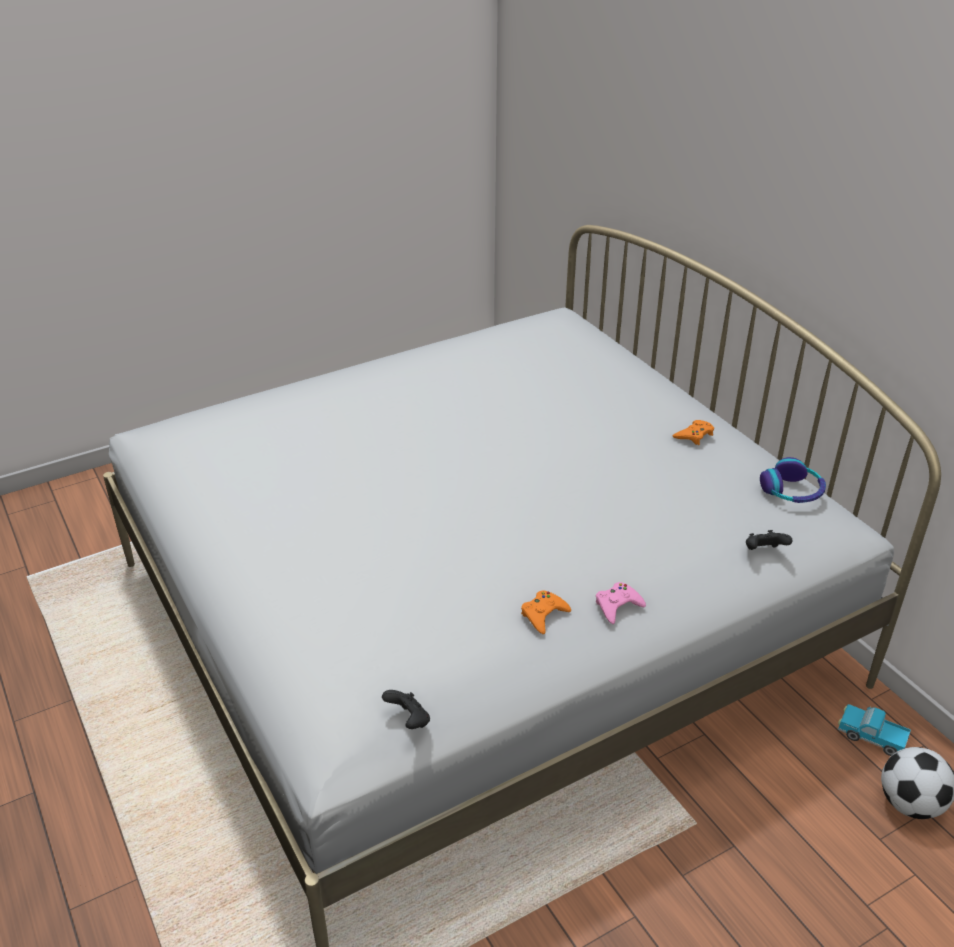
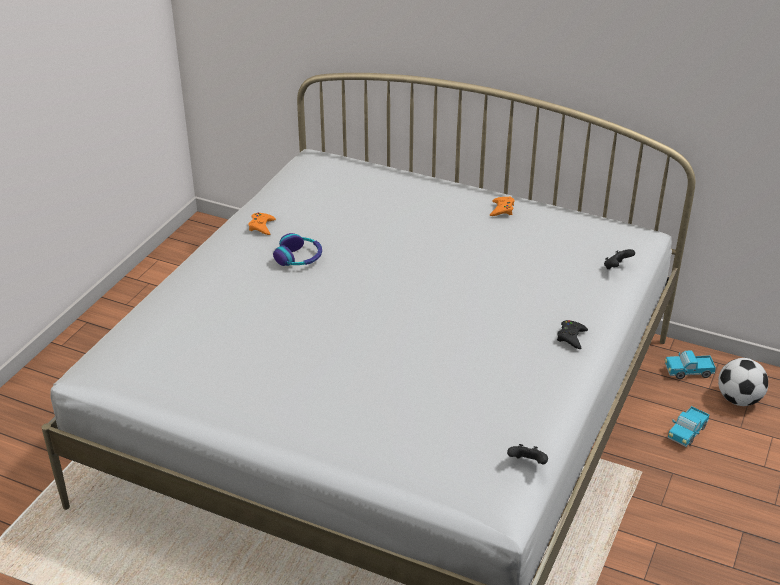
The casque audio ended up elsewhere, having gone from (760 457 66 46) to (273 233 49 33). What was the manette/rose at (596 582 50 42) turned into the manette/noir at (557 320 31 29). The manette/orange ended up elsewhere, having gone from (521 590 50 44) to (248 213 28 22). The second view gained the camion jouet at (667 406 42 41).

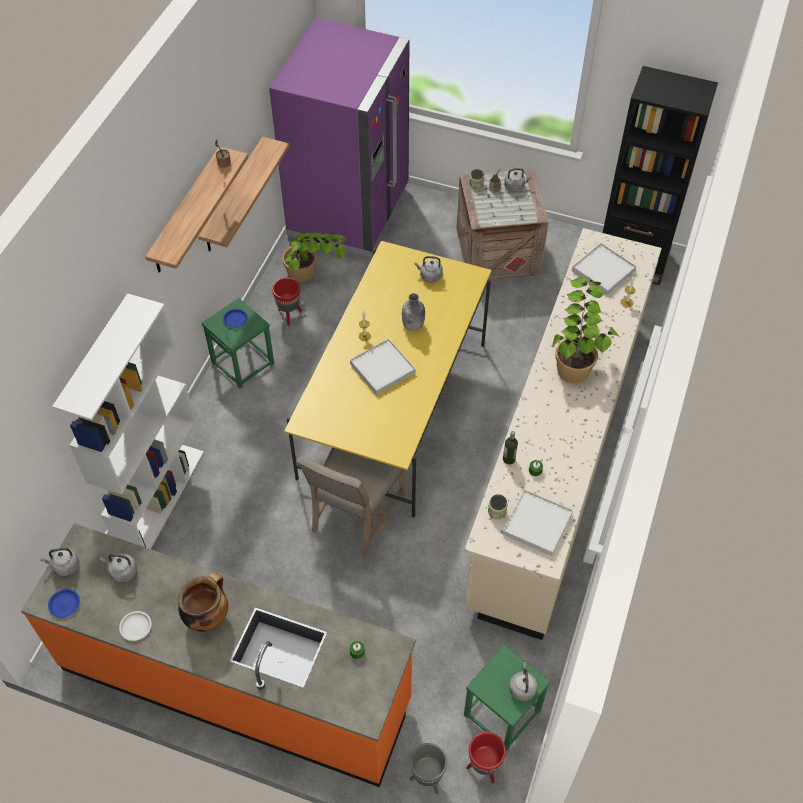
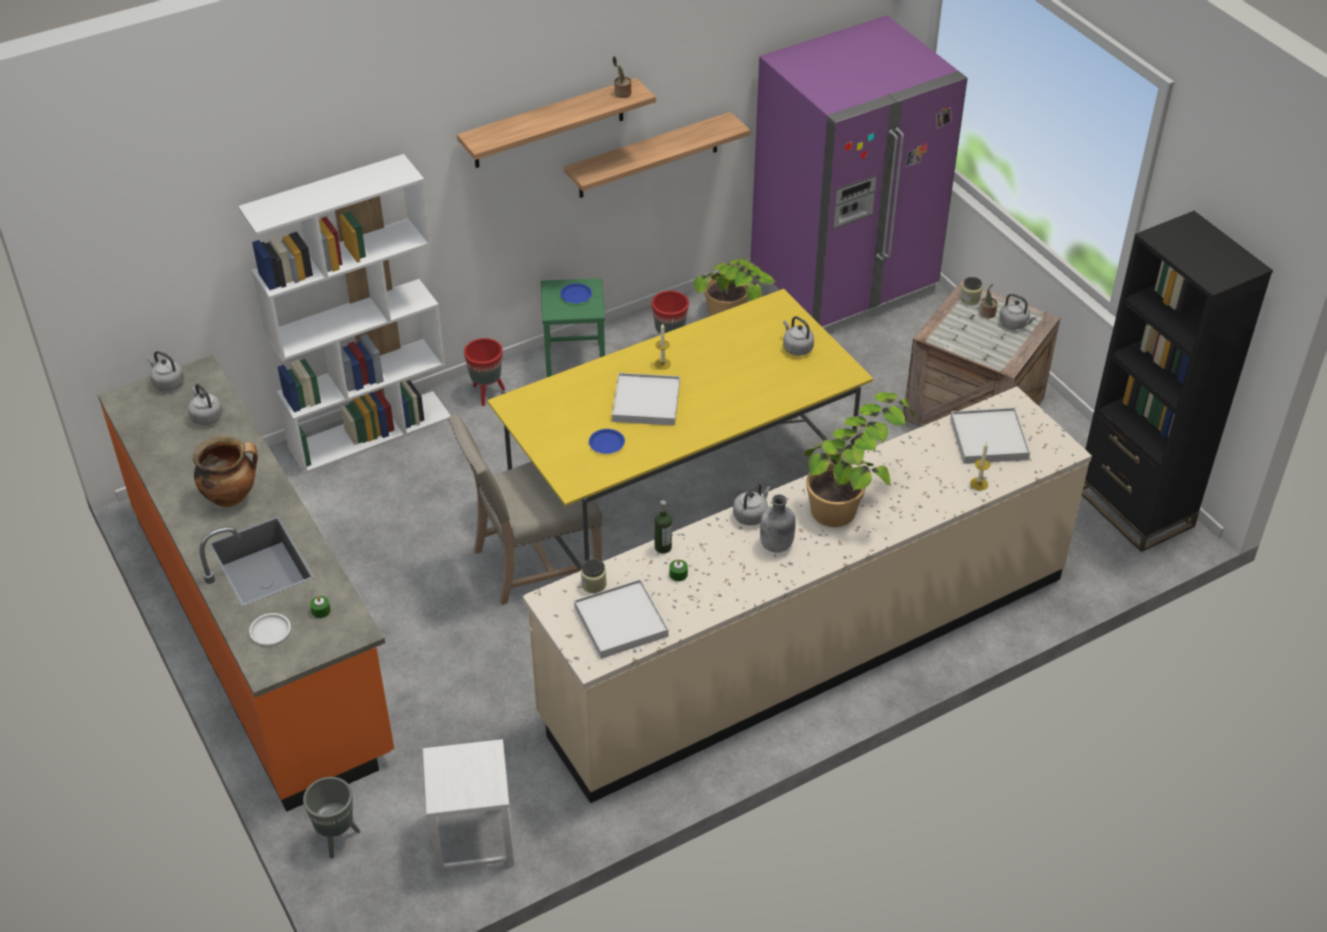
The bouteille/gris ended up elsewhere, having gone from (402 293 23 38) to (760 494 36 58). The assiette/bleu ended up elsewhere, having gone from (48 589 32 29) to (589 429 36 25). The assiette/blanc ended up elsewhere, having gone from (119 611 32 30) to (249 613 42 32). What was the tabouret/vert at (464 645 87 107) turned into the tabouret/blanc at (423 739 91 135). The bouilloire/gris ended up elsewhere, having gone from (509 662 28 39) to (733 483 38 43). The cache-pot/rouge ended up elsewhere, having gone from (466 732 40 51) to (464 338 41 68).

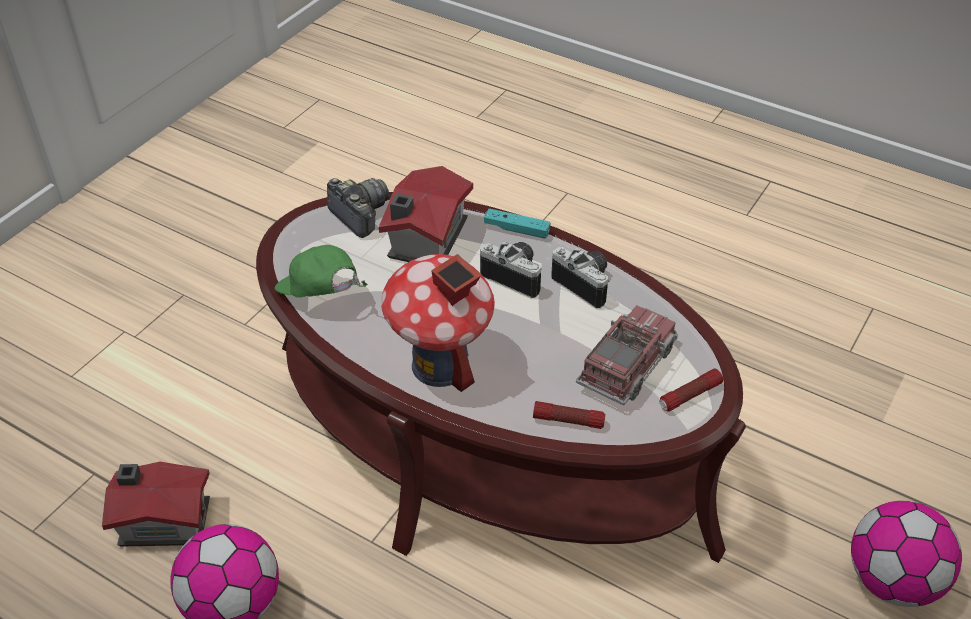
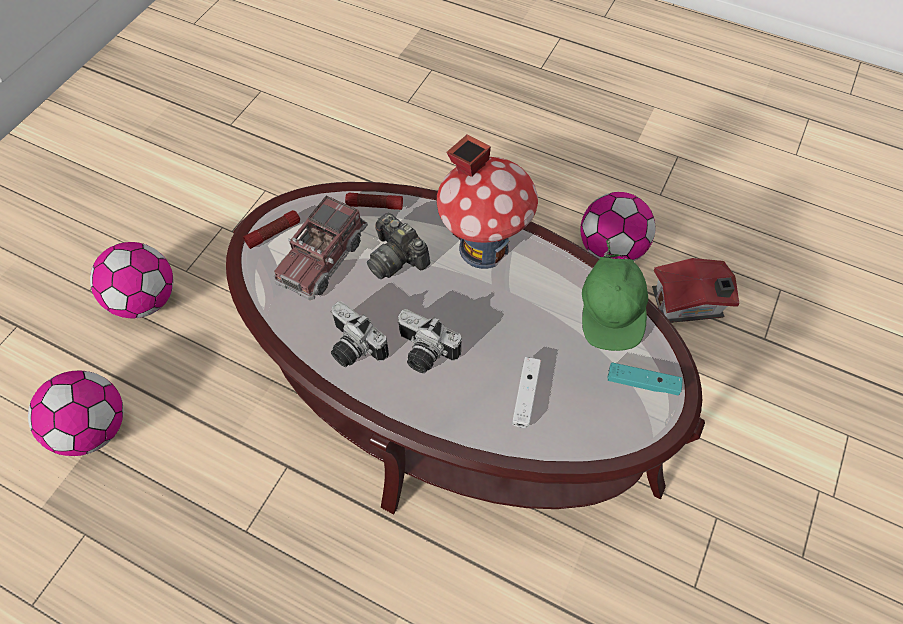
Where the maison miniature stood at (379 166 94 96), the manette/blanc came to stand at (512 357 29 71). The appareil photo ended up elsewhere, having gone from (327 178 62 60) to (367 213 63 66). The manette/turquoise ended up elsewhere, having gone from (484 208 66 31) to (608 362 75 34). The casquette/vert at (275 245 93 53) ended up facing another way, 60 degrees clockwise from before. The second view gained the ballon de foot at (28 371 95 85).

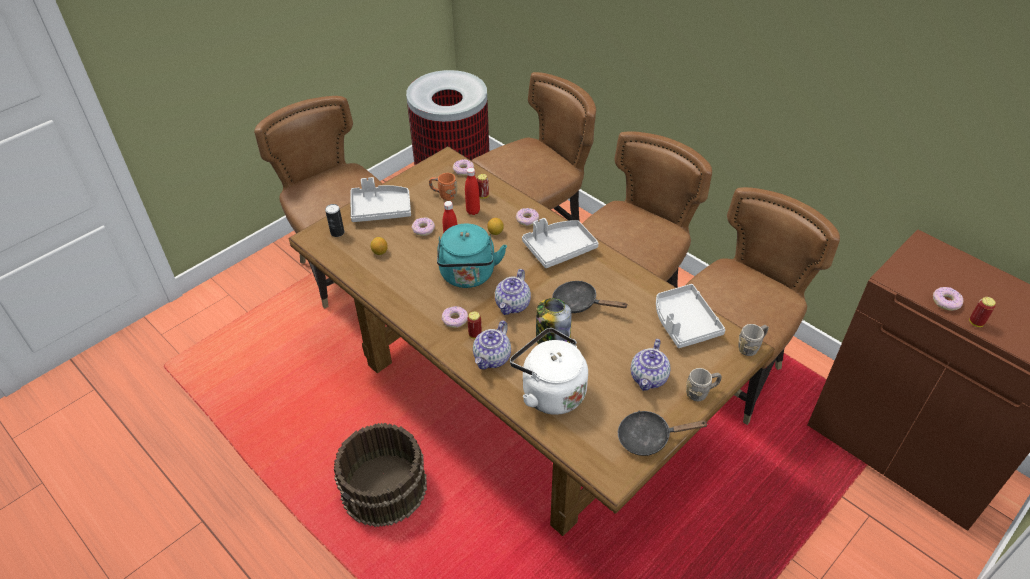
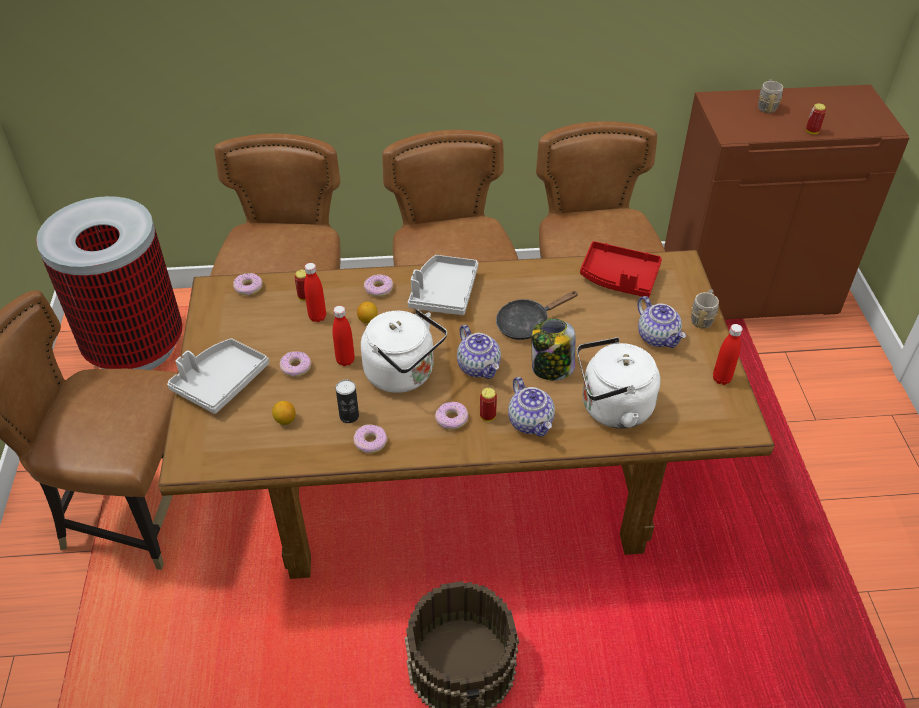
The second view lost the mug/orange at (429 173 28 27). The boîte métallique ended up elsewhere, having gone from (325 204 19 33) to (336 380 23 43). What was the bouilloire/turquoise at (437 224 70 64) turned into the bouilloire/blanc at (361 309 86 84). What was the plateau/gris at (656 284 69 64) turned into the plateau/rouge at (580 241 82 57). The beignet ended up elsewhere, having gone from (933 287 30 24) to (353 424 34 29). The mug/gris ended up elsewhere, having gone from (739 324 30 32) to (758 79 25 34). Where the poêle/noir stood at (618 411 91 45), the bouteille/rouge came to stand at (713 324 30 61).

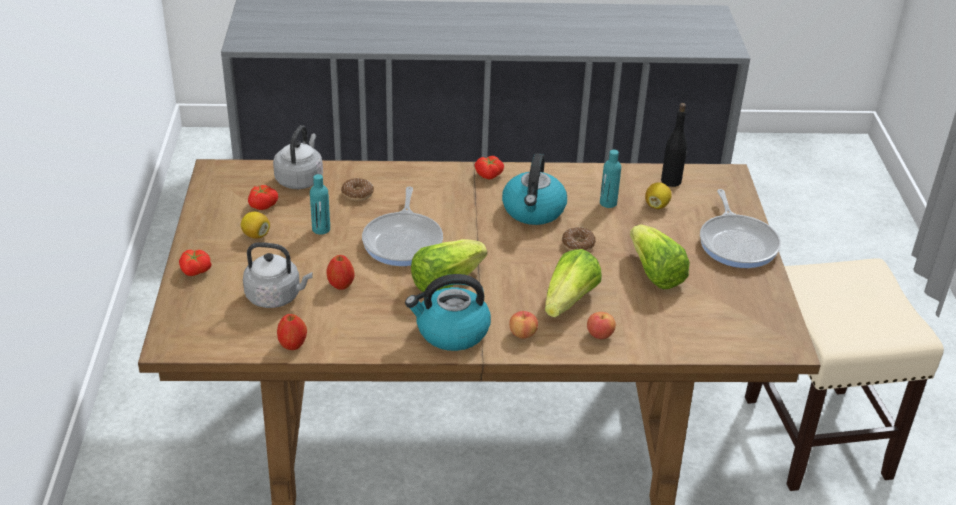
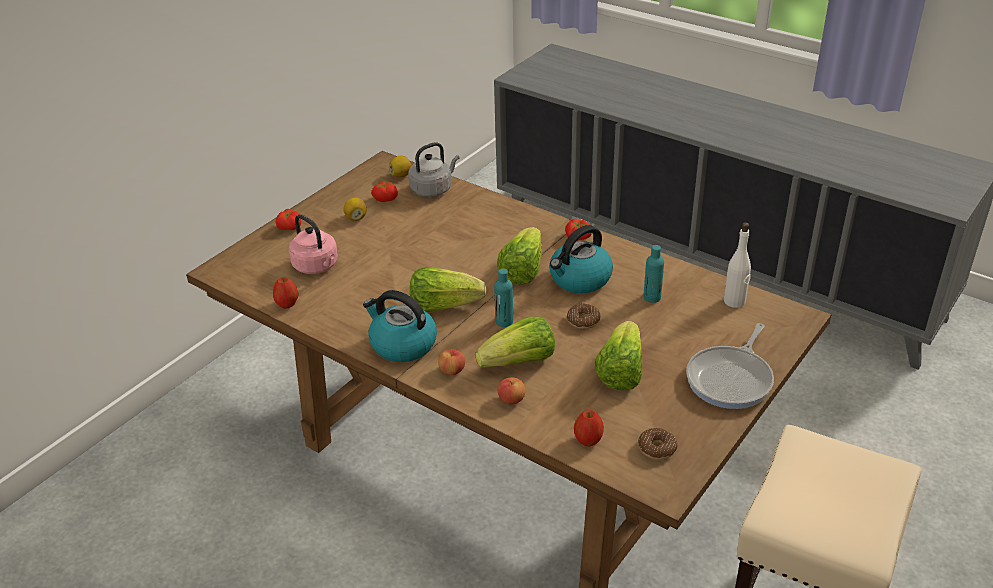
What was the bouteille/noir at (661 103 26 84) turned into the bouteille/blanc at (724 222 27 86). The bouteille/turquoise ended up elsewhere, having gone from (310 174 20 61) to (494 269 19 58). The beignet ended up elsewhere, having gone from (341 178 33 23) to (638 428 39 32). The citron ended up elsewhere, having gone from (645 182 27 27) to (389 156 22 22). The second view lost the poêle at (362 186 81 80). What was the bouilloire/gris at (243 242 70 66) turned into the bouilloire/rose at (289 214 49 60). The pomme ended up elsewhere, having gone from (326 255 28 35) to (574 410 30 36). The second view gained the laitue at (497 227 45 58).

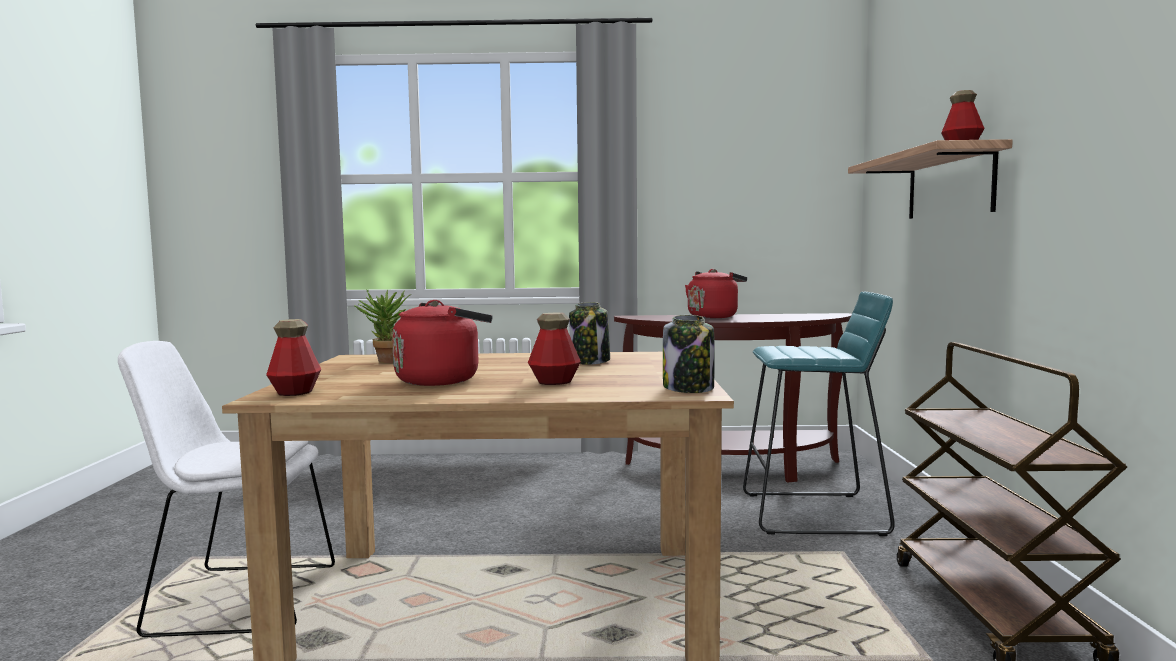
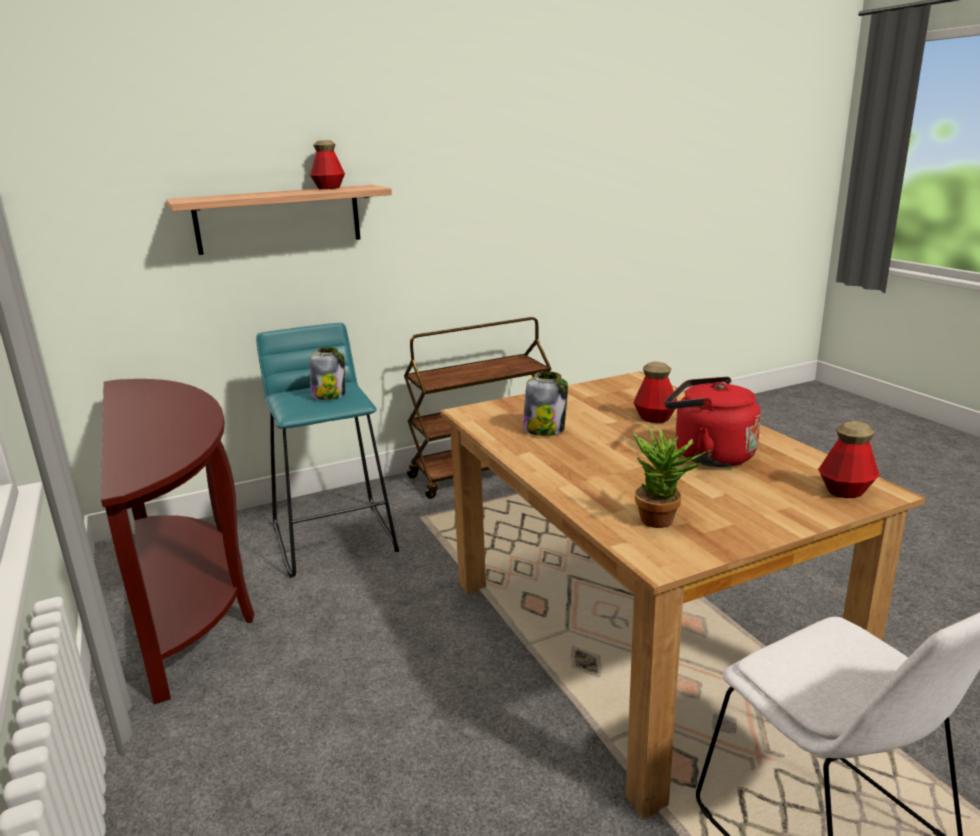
The second view lost the bouilloire/rouge at (685 269 62 49). The bocal ended up elsewhere, having gone from (663 315 52 78) to (310 347 35 53).

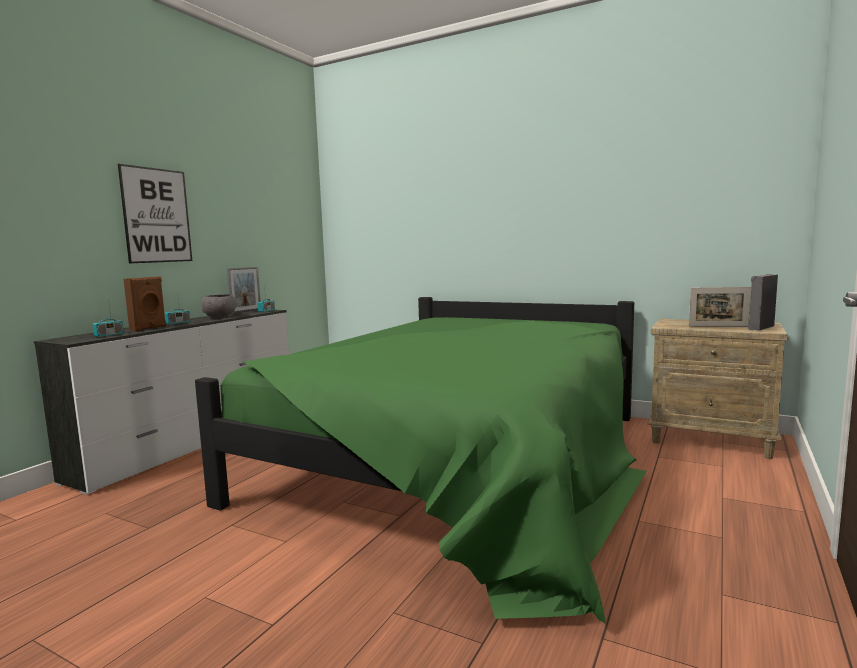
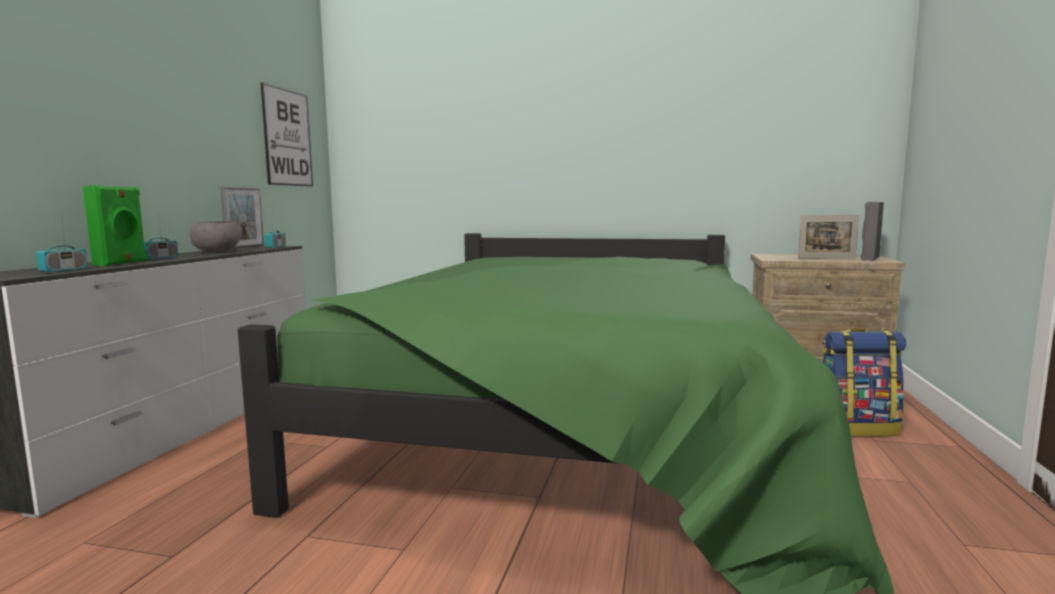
The tableau ended up elsewhere, having gone from (118 164 74 99) to (261 82 52 104). What was the enceinte/marron at (123 276 43 56) turned into the enceinte/vert at (83 186 64 80). The second view gained the sac à dos at (822 329 84 108).

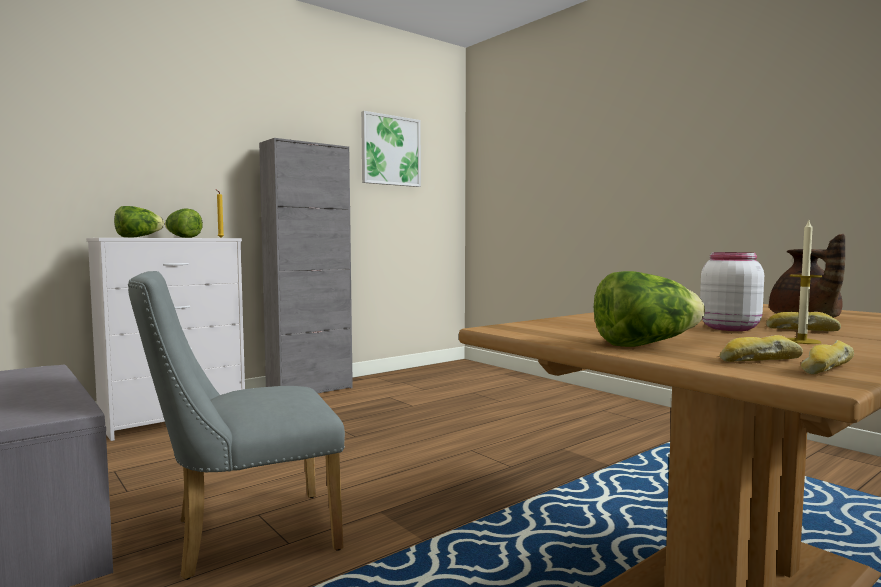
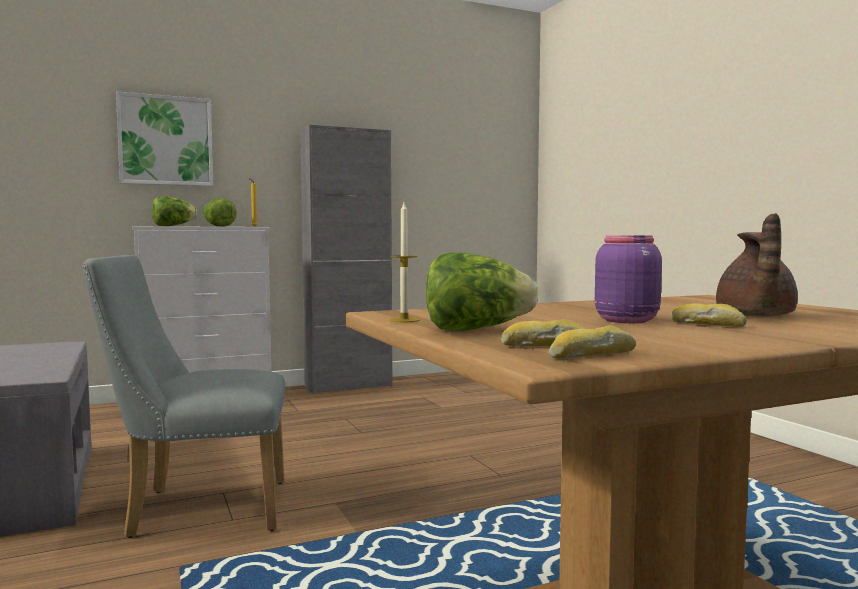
The tableau ended up elsewhere, having gone from (361 111 60 76) to (116 91 97 95). The bougie ended up elsewhere, having gone from (788 221 34 123) to (389 203 31 119). What was the bocal/blanc at (700 252 64 79) turned into the bocal/violet at (595 235 67 88).

